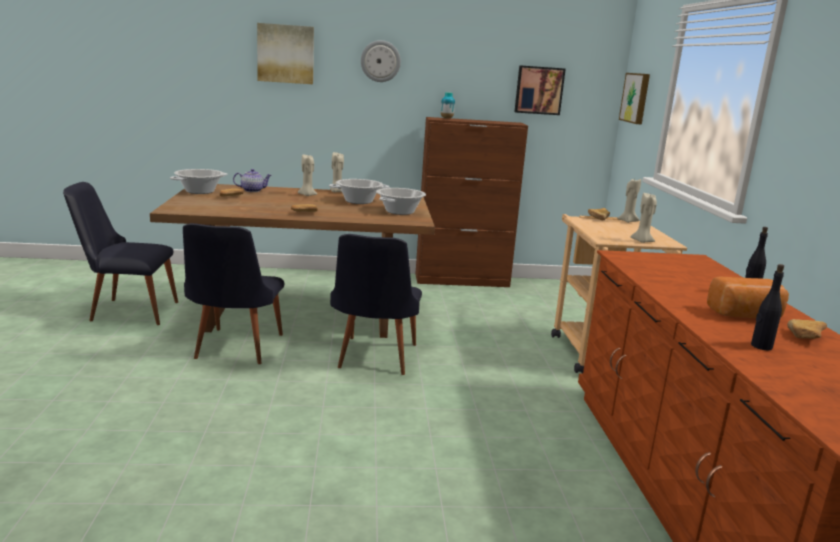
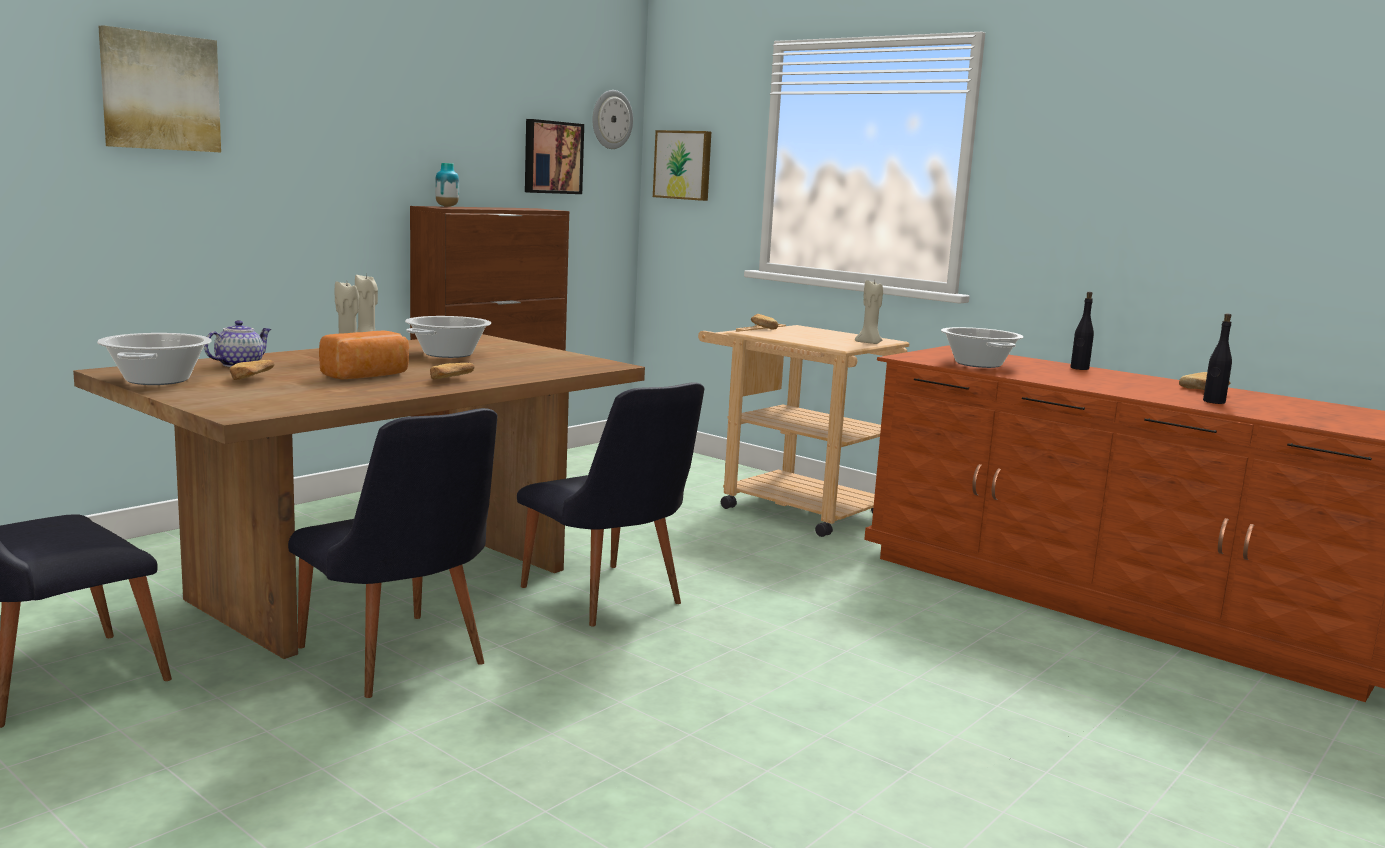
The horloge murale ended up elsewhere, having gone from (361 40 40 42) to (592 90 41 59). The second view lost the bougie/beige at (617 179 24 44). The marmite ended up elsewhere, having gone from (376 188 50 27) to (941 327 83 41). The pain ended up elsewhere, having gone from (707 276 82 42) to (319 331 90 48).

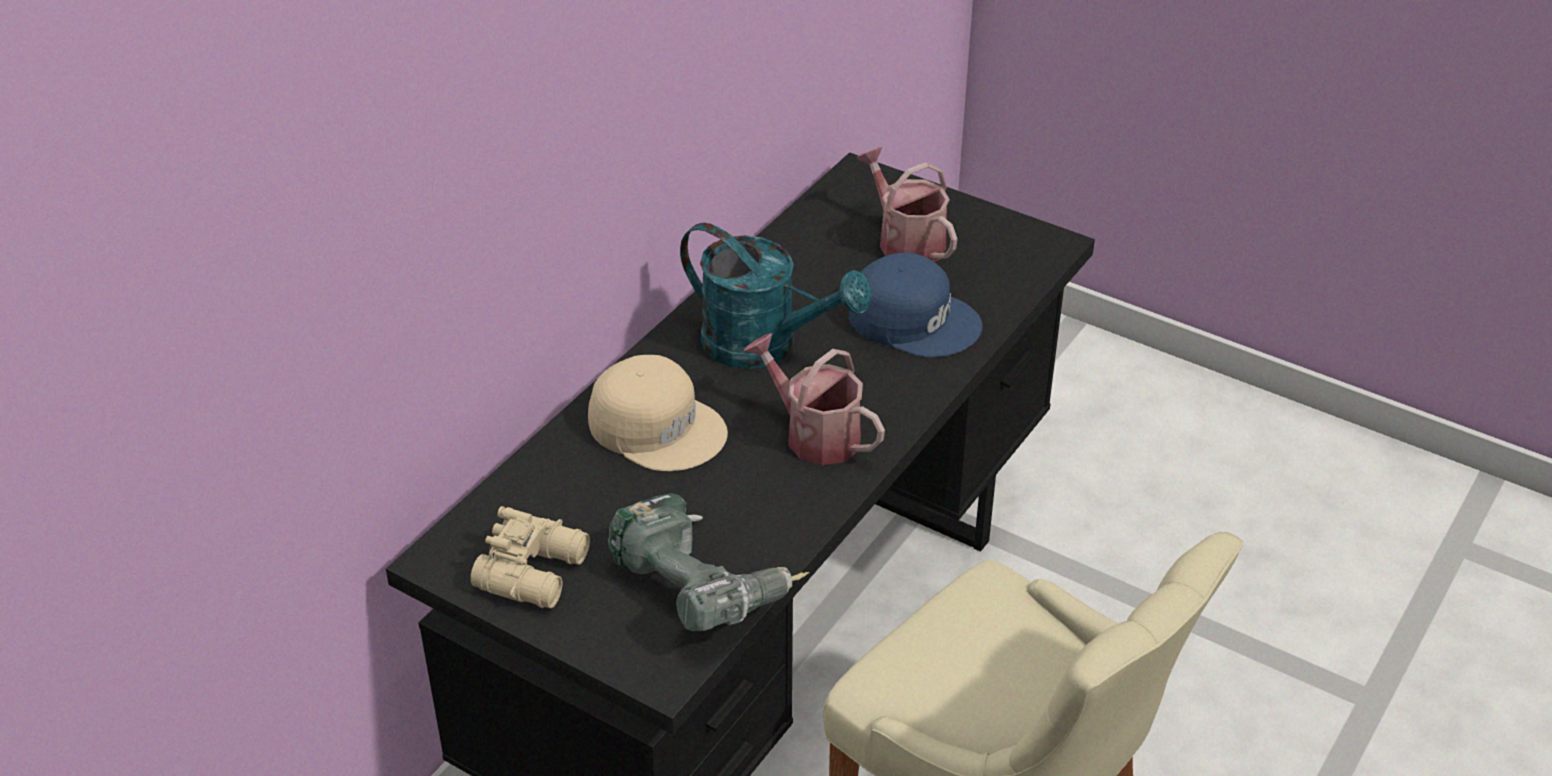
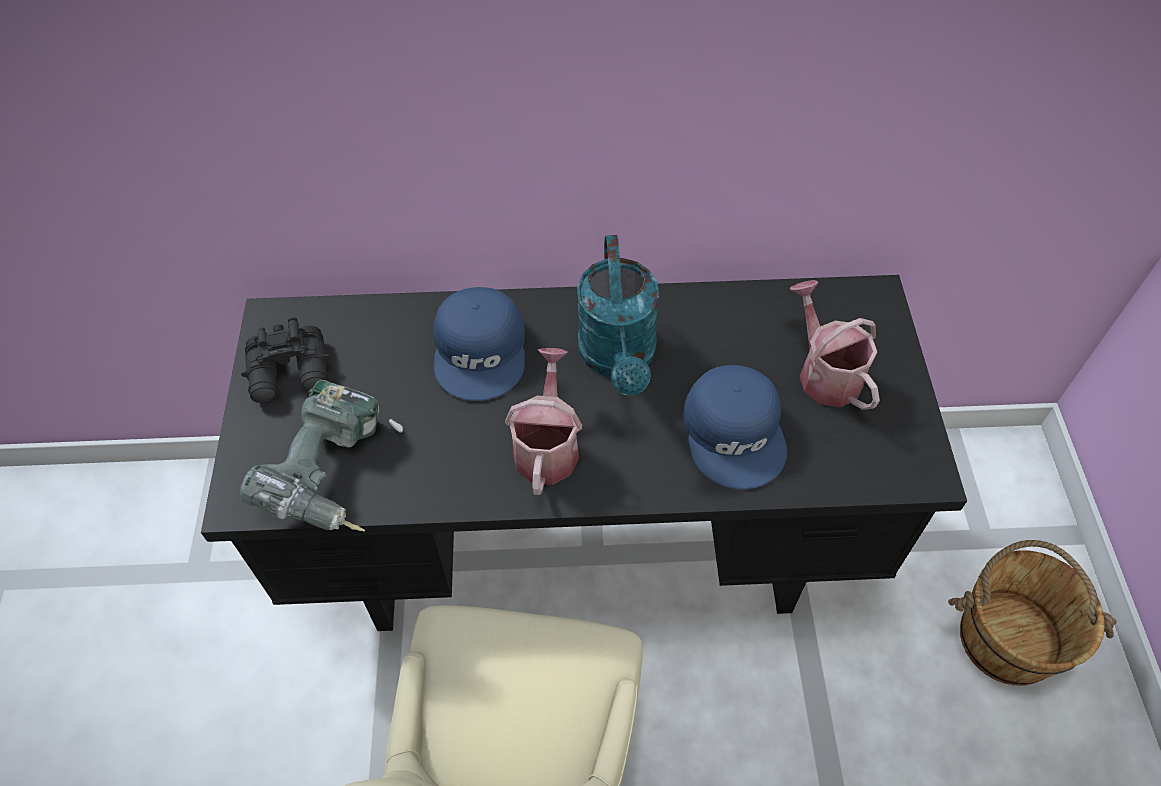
The arrosoir at (856 147 102 115) ended up facing another way, 45 degrees counterclockwise from before. What was the casquette/beige at (588 355 140 116) turned into the casquette/bleu at (433 287 92 114). What was the jumelles/beige at (471 506 119 102) turned into the jumelles/noir at (241 317 89 86). The second view gained the seau/marron at (948 540 169 146).

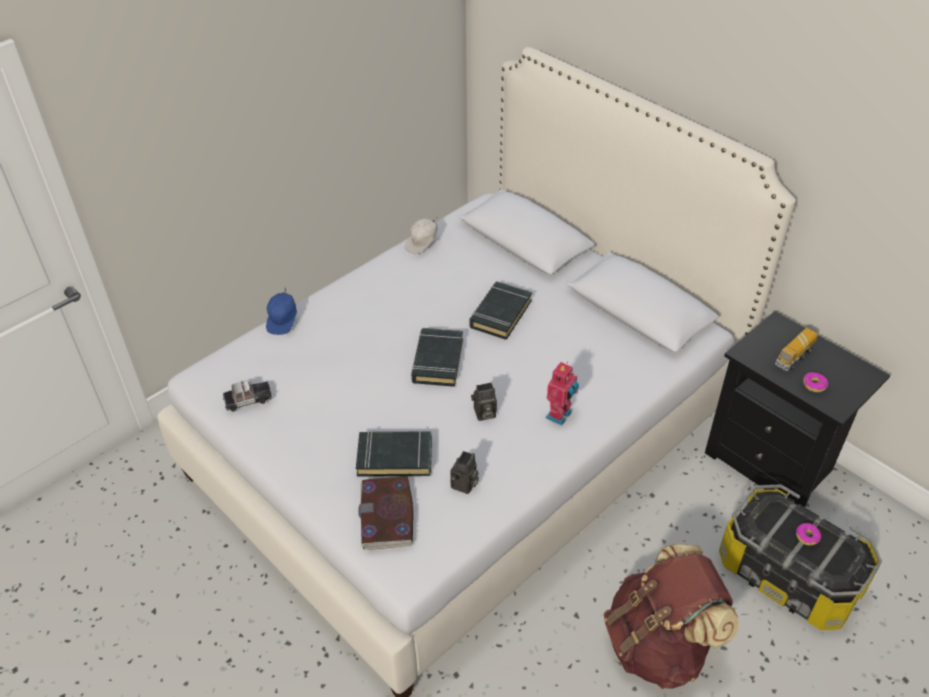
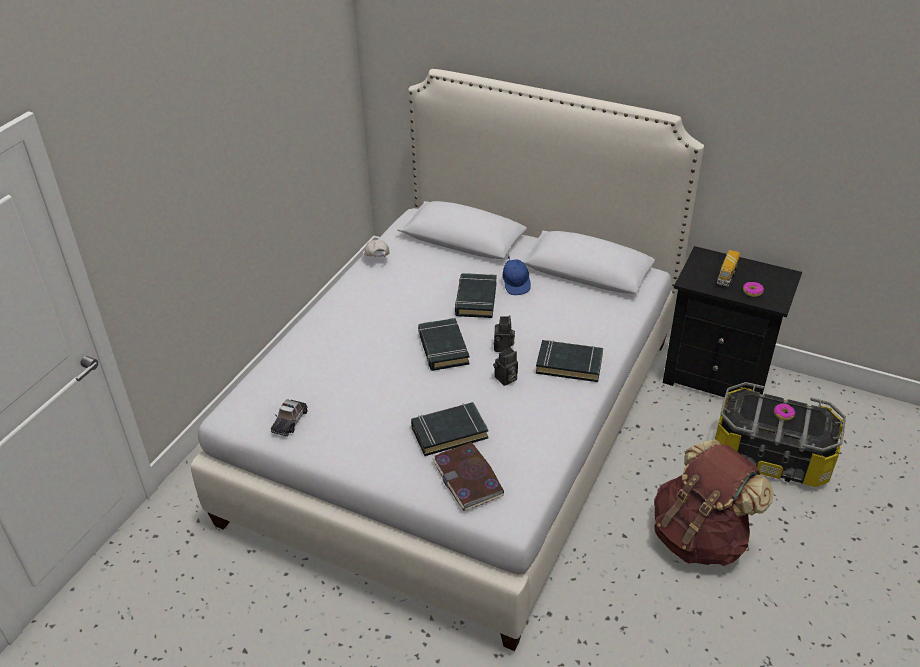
The casquette/blanc at (405 217 33 37) ended up facing another way, 135 degrees clockwise from before. The casquette/bleu ended up elsewhere, having gone from (266 288 31 47) to (503 256 28 39). Where the robot jouet stood at (546 362 33 64), the livre/noir came to stand at (536 340 67 42). The petite voiture at (223 380 49 32) ended up facing another way, 150 degrees clockwise from before. The appareil photo ended up elsewhere, having gone from (450 451 29 43) to (494 315 21 37).

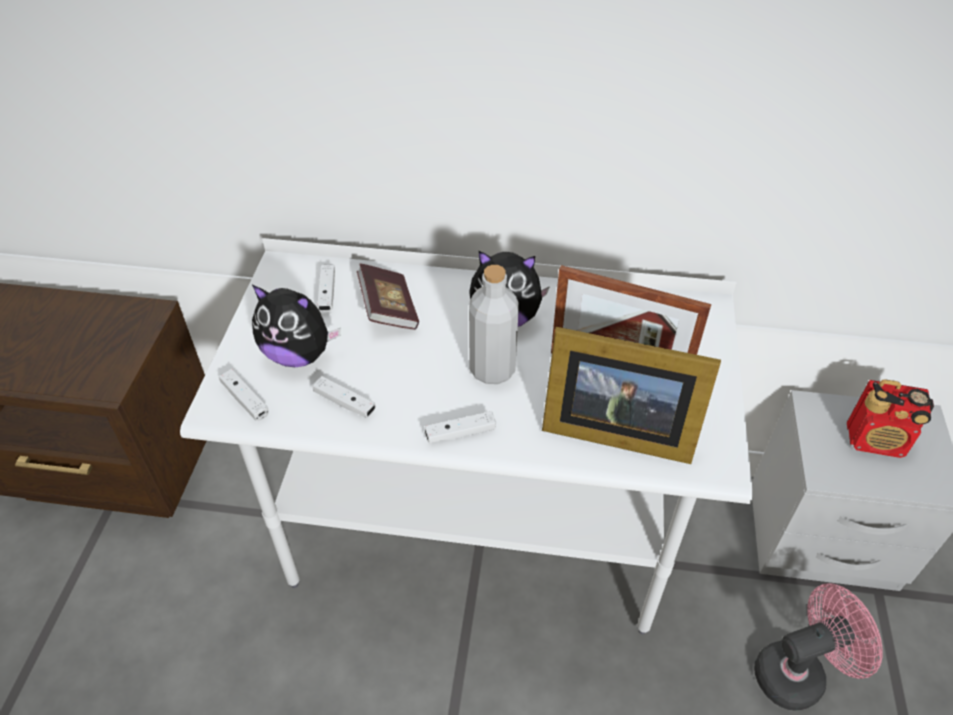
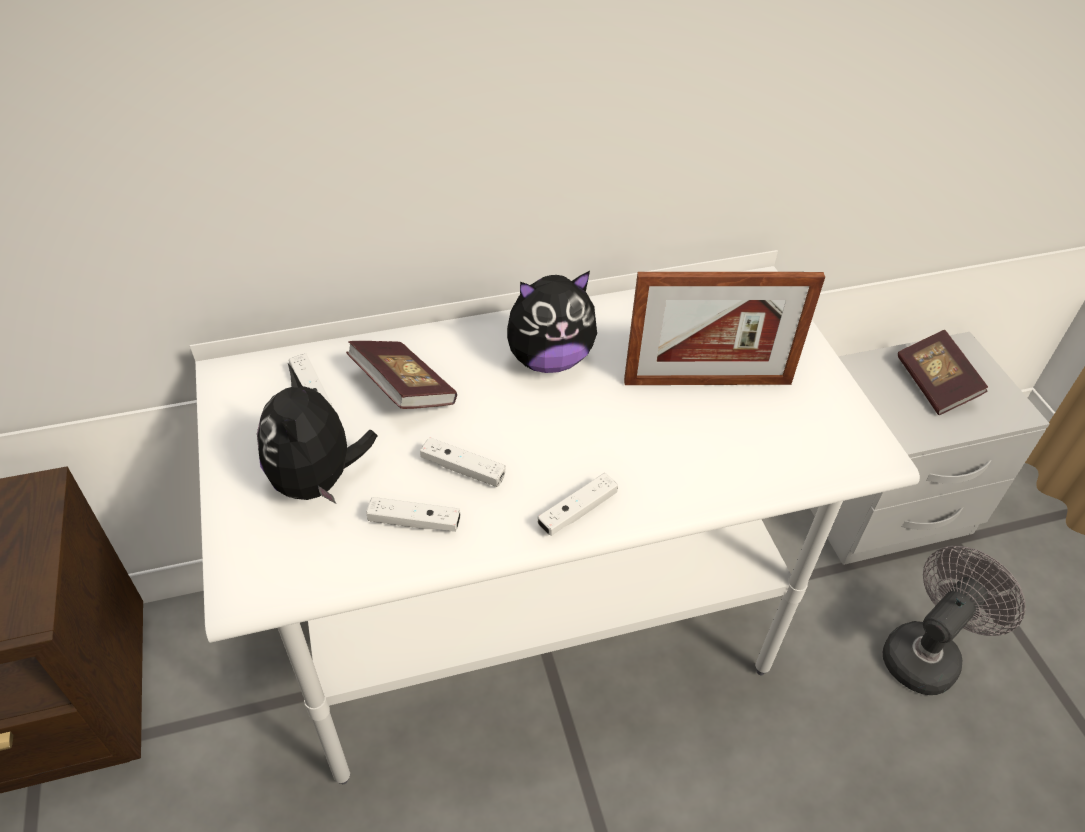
The second view lost the bouteille/gris at (469 265 50 119). The peluche at (252 285 89 82) ended up facing another way, 90 degrees clockwise from before. The second view lost the cadre photo at (542 327 179 137). The manette/blanc ended up elsewhere, having gone from (219 369 50 52) to (420 437 86 50). Where the radio stood at (847 379 87 79), the livre came to stand at (898 330 90 85). What was the ventilateur/rose at (754 583 129 128) turned into the ventilateur/gris at (883 546 143 149).

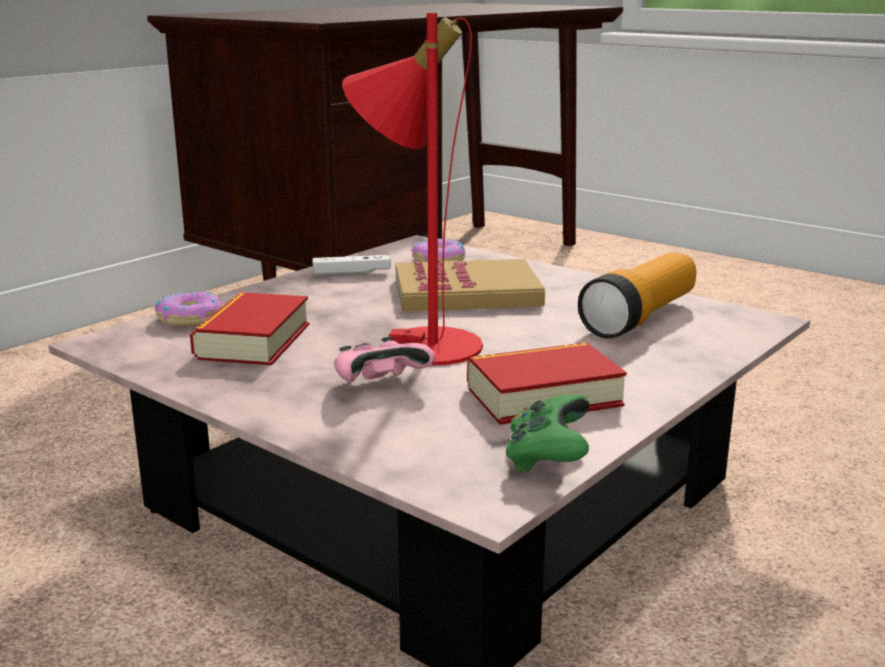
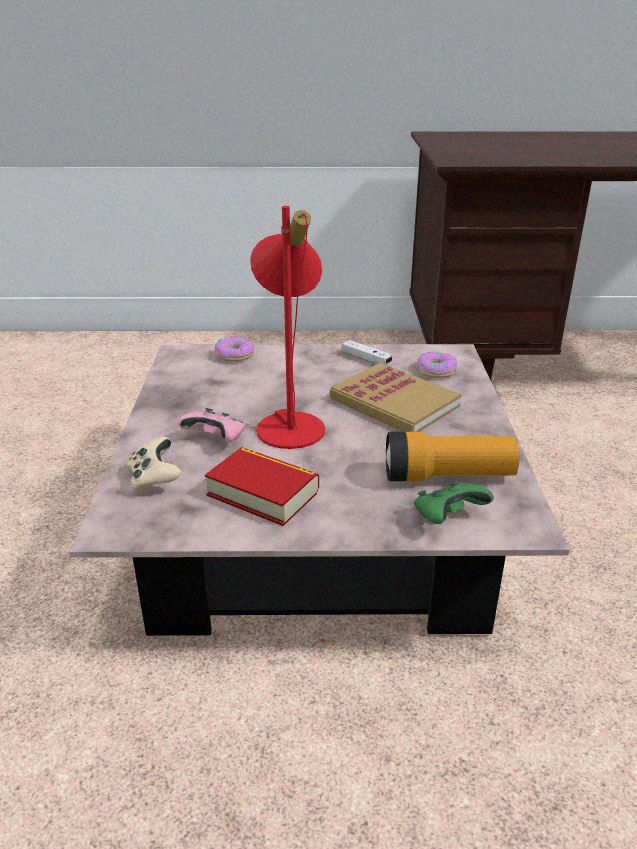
The second view lost the livre at (190 292 119 73). The manette/vert ended up elsewhere, having gone from (506 394 83 78) to (414 481 80 43). The second view gained the manette/beige at (127 437 55 57).

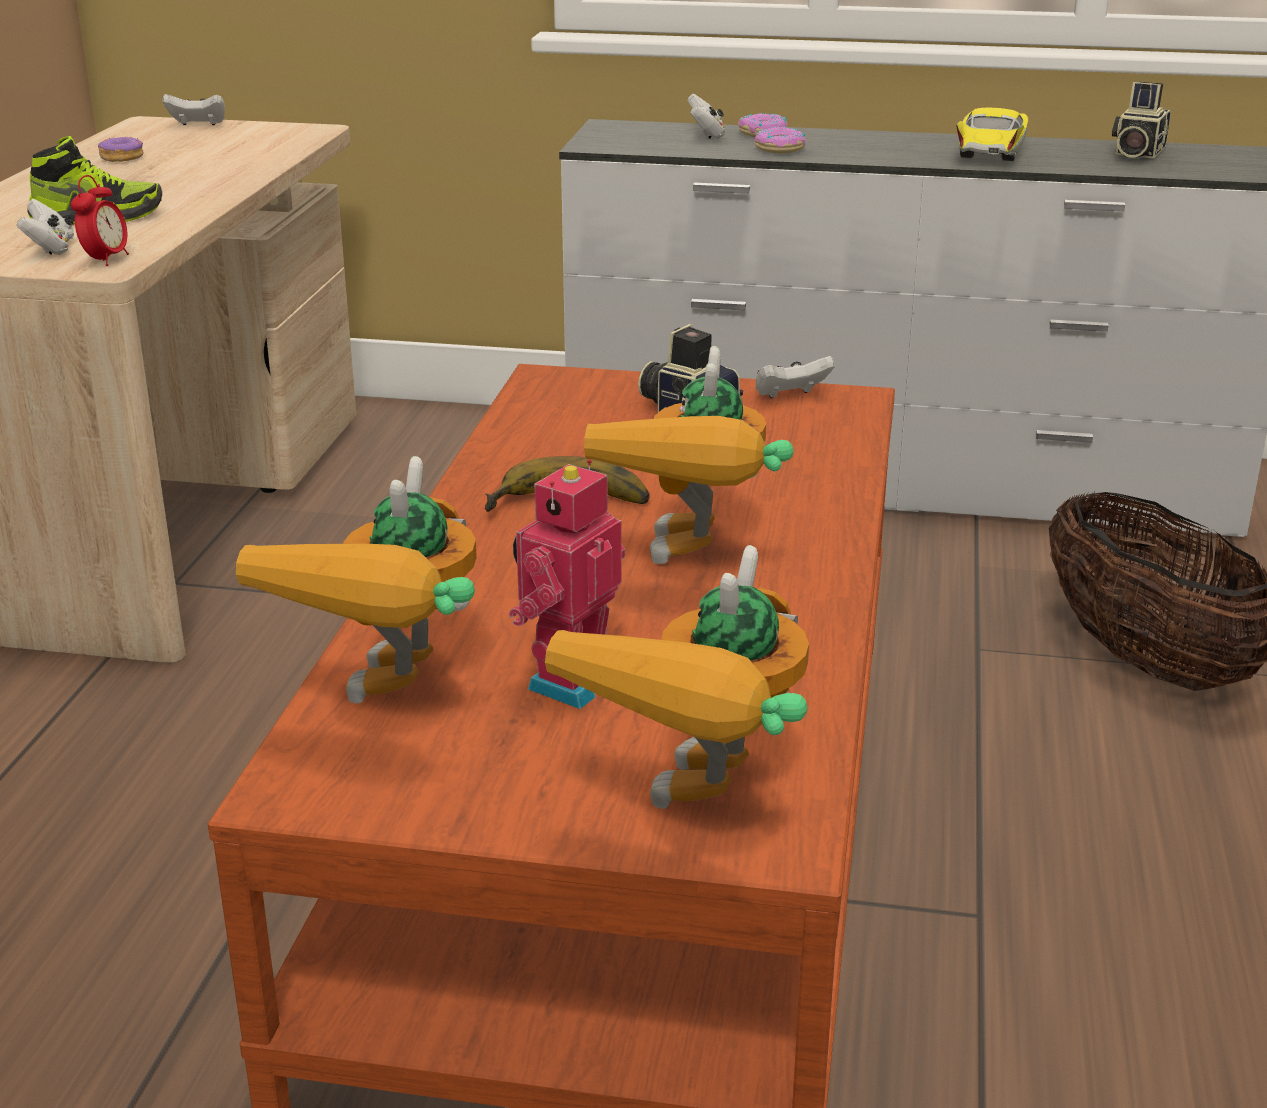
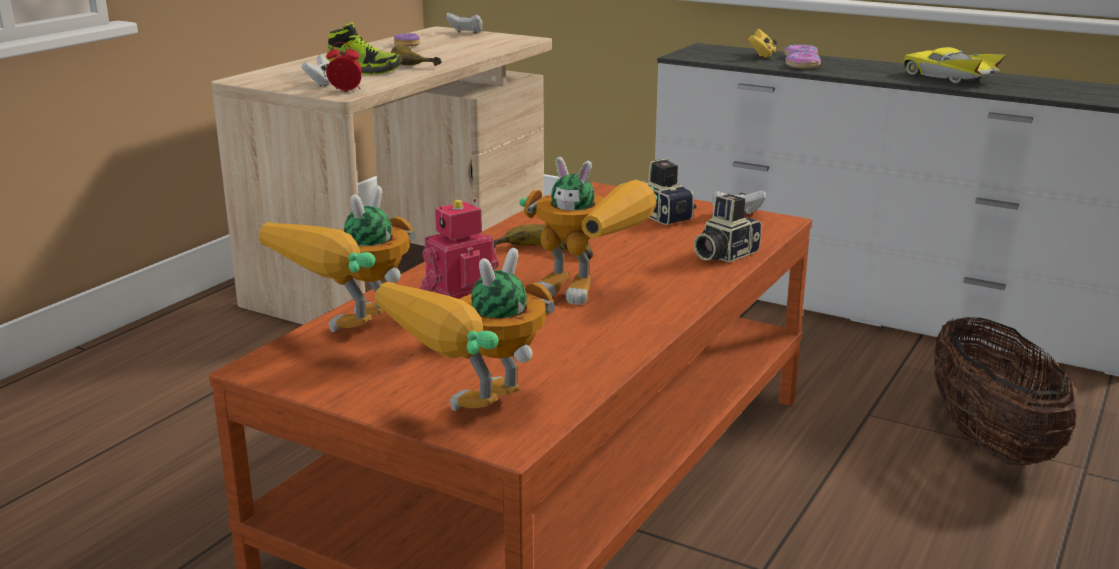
The appareil photo ended up elsewhere, having gone from (1112 82 59 77) to (694 194 68 69). What was the manette/blanc at (688 94 37 45) turned into the manette/jaune at (748 29 29 29). The petite voiture/jaune at (956 108 72 53) ended up facing another way, 75 degrees counterclockwise from before. The réveil at (71 175 58 91) ended up facing another way, 120 degrees counterclockwise from before. The robot jouet at (584 346 210 218) ended up facing another way, 90 degrees counterclockwise from before. The second view gained the banane at (391 45 51 21).

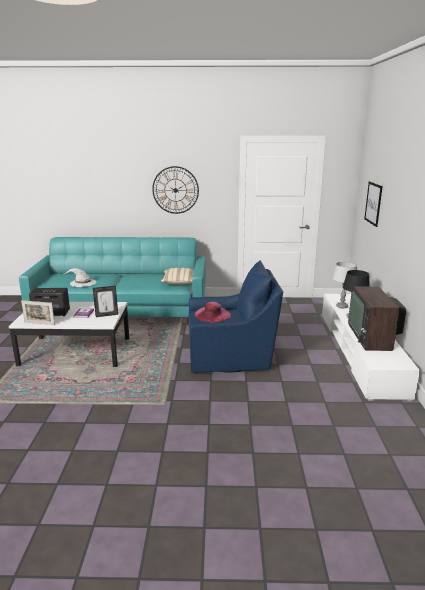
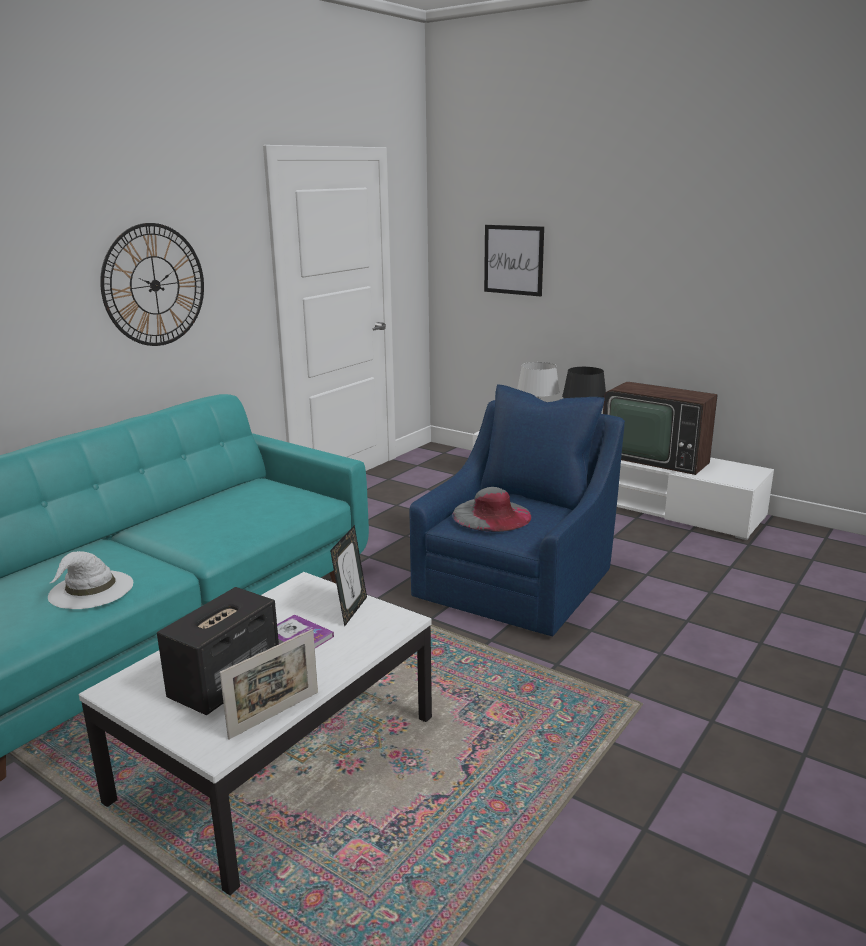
The second view lost the coussin/beige at (160 268 34 17). What was the chapeau/rose at (194 302 37 21) turned into the chapeau/gris at (452 487 79 45).

